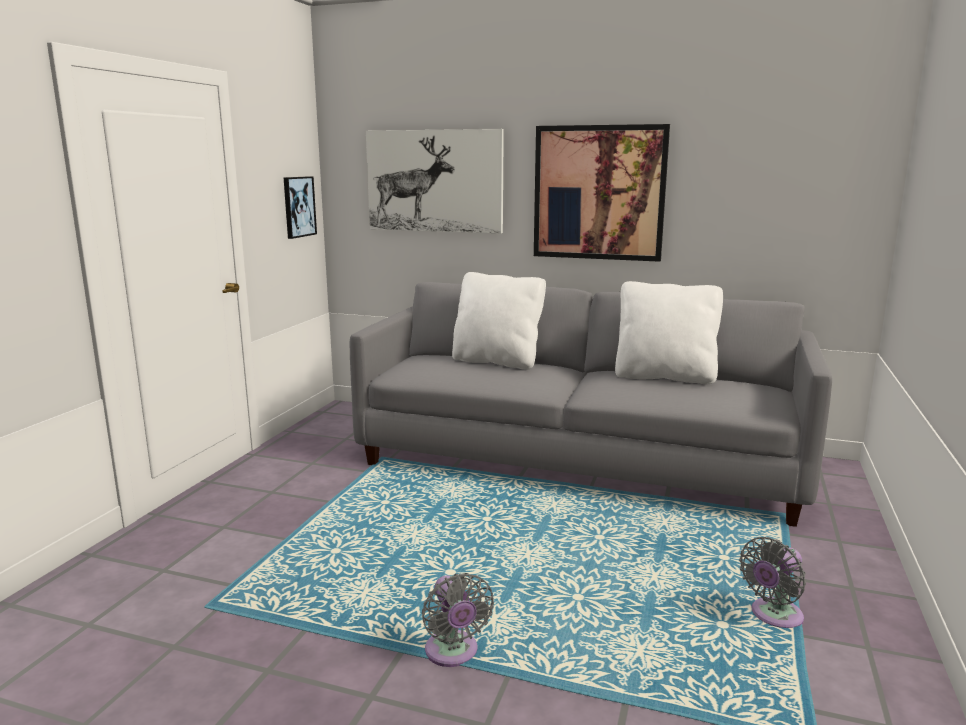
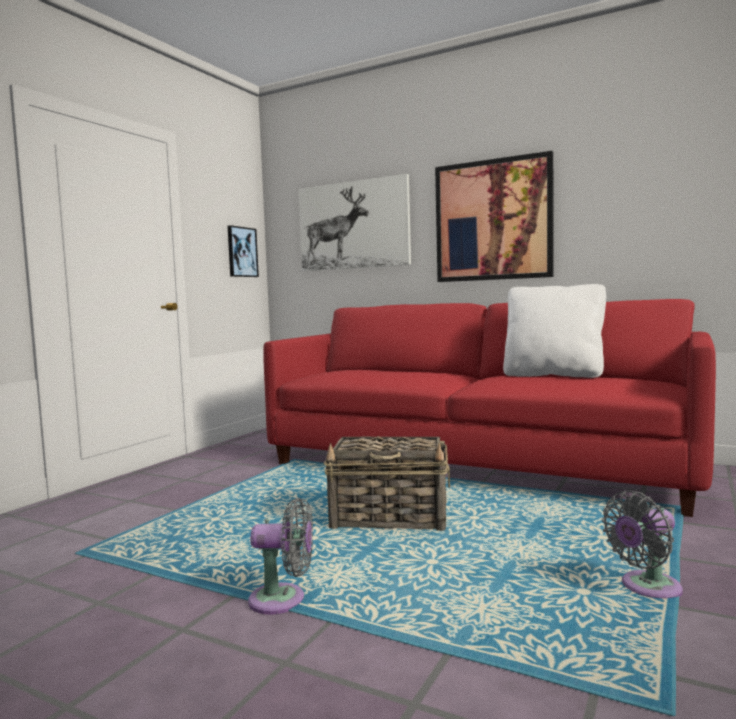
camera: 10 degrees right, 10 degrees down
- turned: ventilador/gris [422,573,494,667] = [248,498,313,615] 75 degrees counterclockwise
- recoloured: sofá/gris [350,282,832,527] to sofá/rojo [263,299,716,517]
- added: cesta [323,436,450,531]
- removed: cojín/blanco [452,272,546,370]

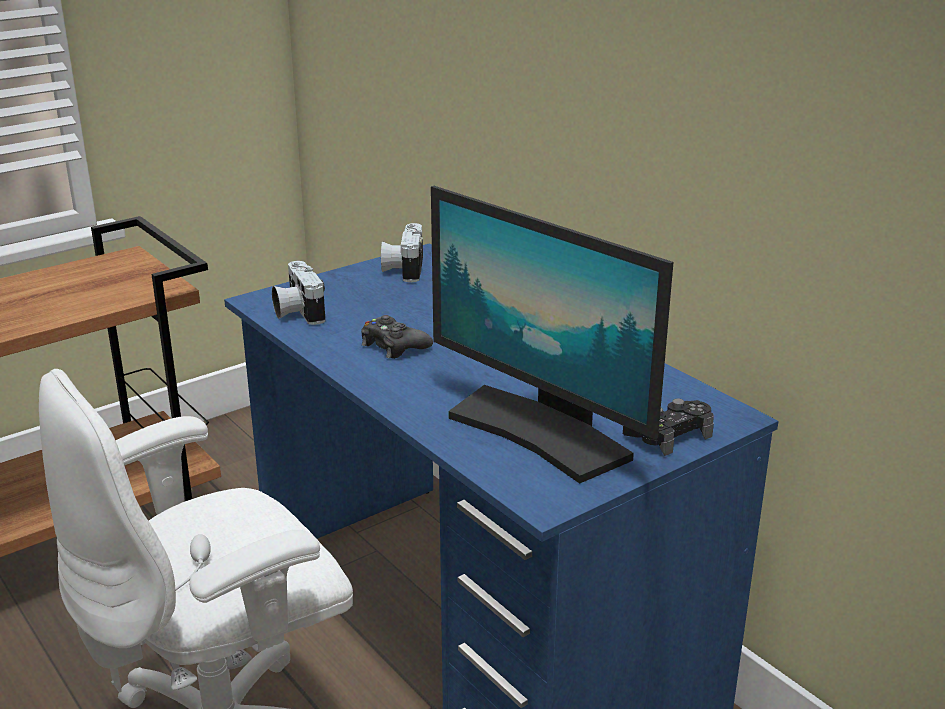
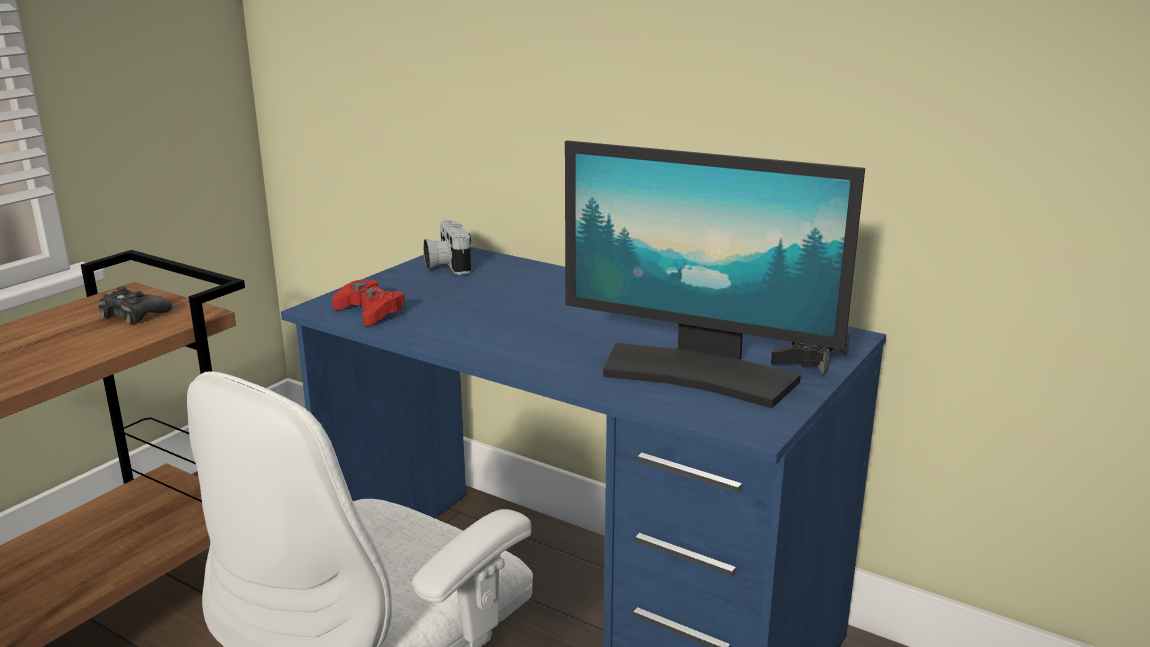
camera: 20 degrees left, 5 degrees down
- moved: mando de consola/negro [361,315,433,359] to [98,287,173,324]
- replaced: cámara [272,261,326,325] to mando de consola/rojo [332,280,406,327]

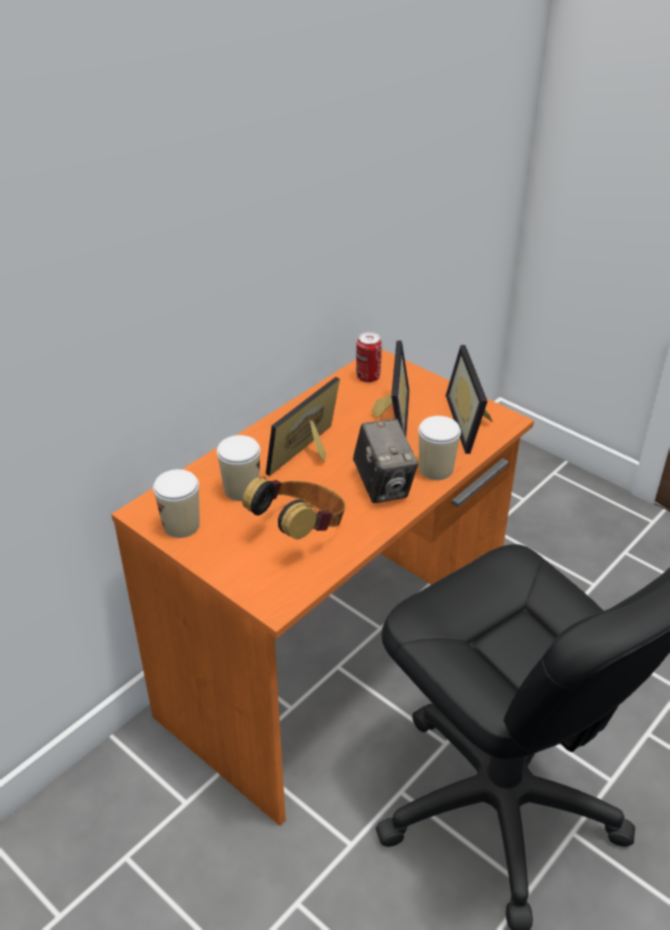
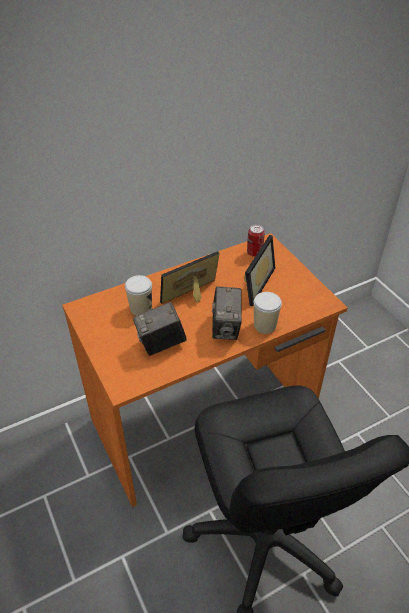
camera: 20 degrees right, 5 degrees up
- replaced: auriculares [242,477,346,539] to cámara [133,302,187,356]
- removed: taza [153,469,200,538]
- removed: portarretratos [446,345,493,454]

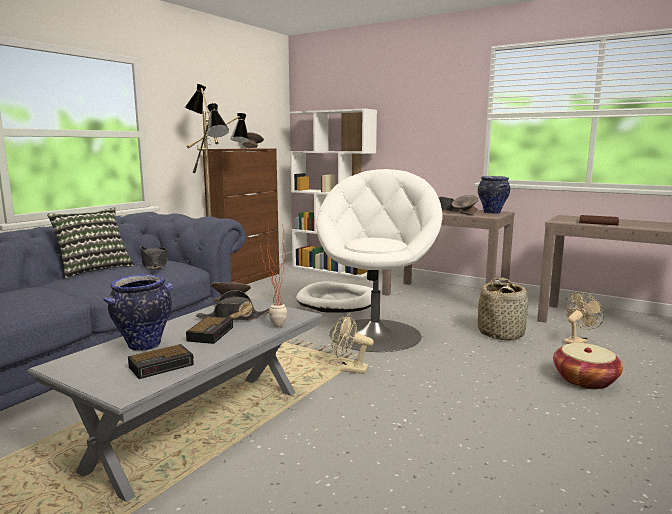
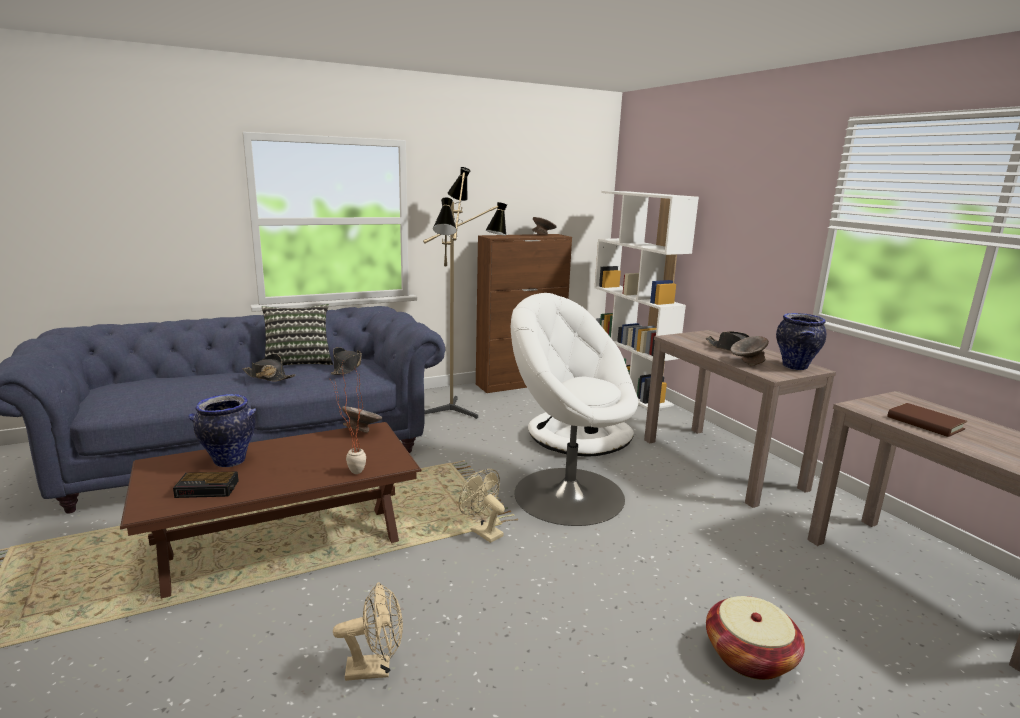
camera: 30 degrees right, 5 degrees up
- recoloured: mesa de centro/gris [27,299,323,502] to mesa de centro/marrón [120,422,421,599]
- moved: sombrero/negro [196,290,270,321] to [243,354,295,382]
- moved: ventilador/beis [564,292,604,344] to [333,582,403,681]
- turned: sillón/blanco [316,169,443,352] = [511,293,638,526] 105 degrees counterclockwise
- removed: despertador [186,316,233,344]
- removed: cesta [478,277,528,341]

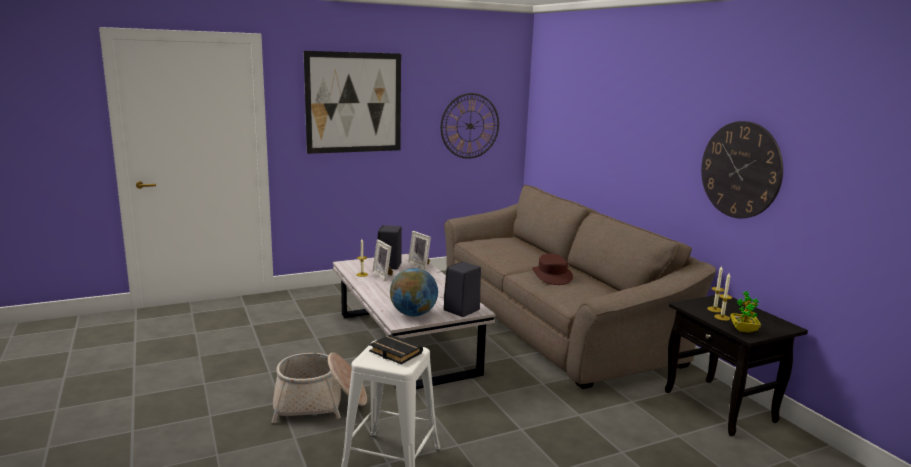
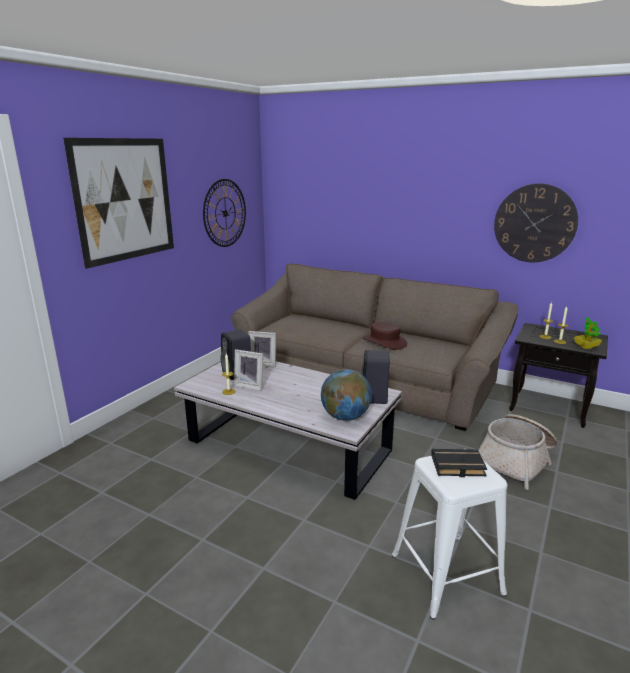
camera: 35 degrees left, 5 degrees up
- moved: cesta [272,353,367,423] to [478,414,557,490]

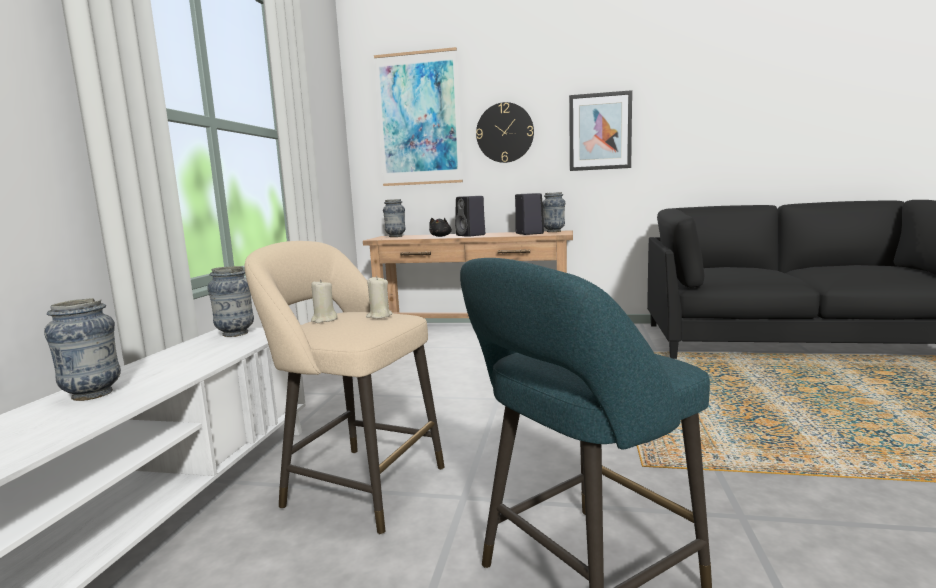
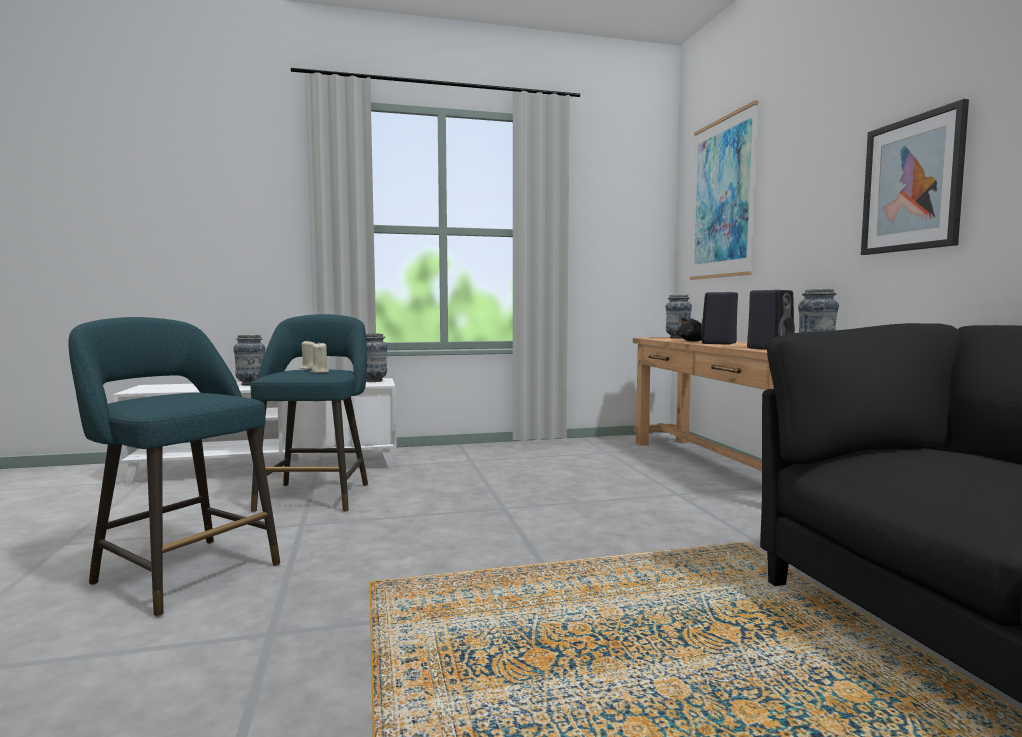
camera: 65 degrees right, 5 degrees down
- recoloured: taburete/beis [244,241,445,535] to taburete/turquesa [251,314,368,513]
- removed: reloj de pared [476,102,534,163]

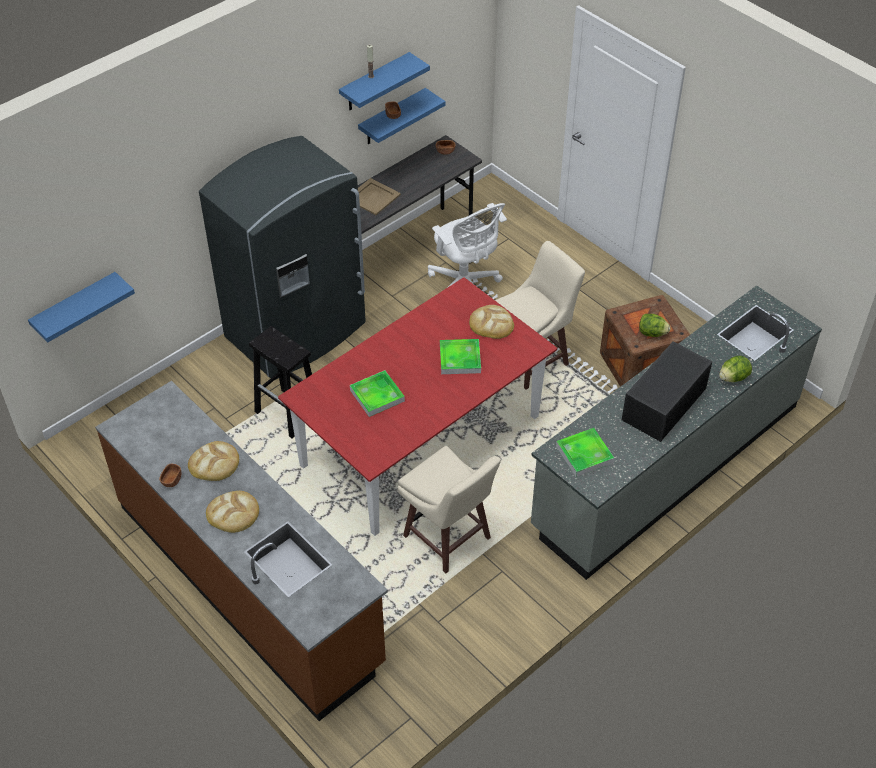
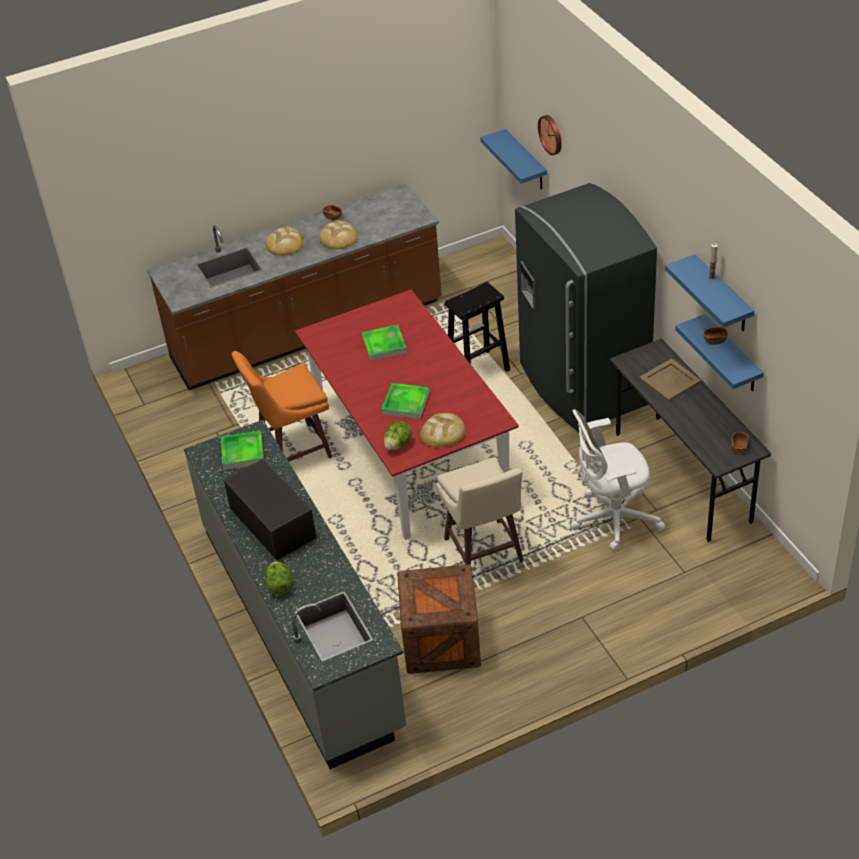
camera: 110 degrees right, 5 degrees down
- recoloured: taburete/beis [397,446,501,573] to taburete/naranja [232,351,332,461]
- moved: lechuga [639,314,670,337] to [384,421,412,450]
- added: reloj de pared [538,115,562,156]

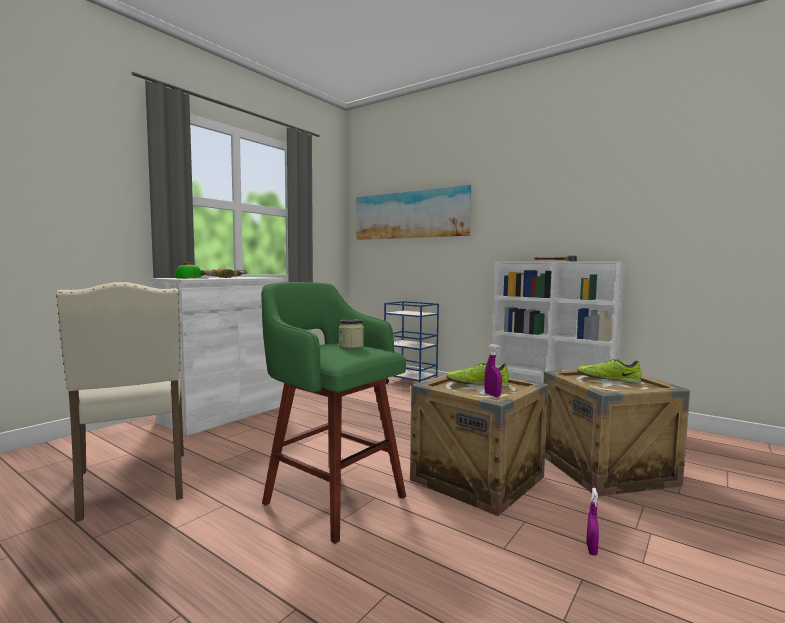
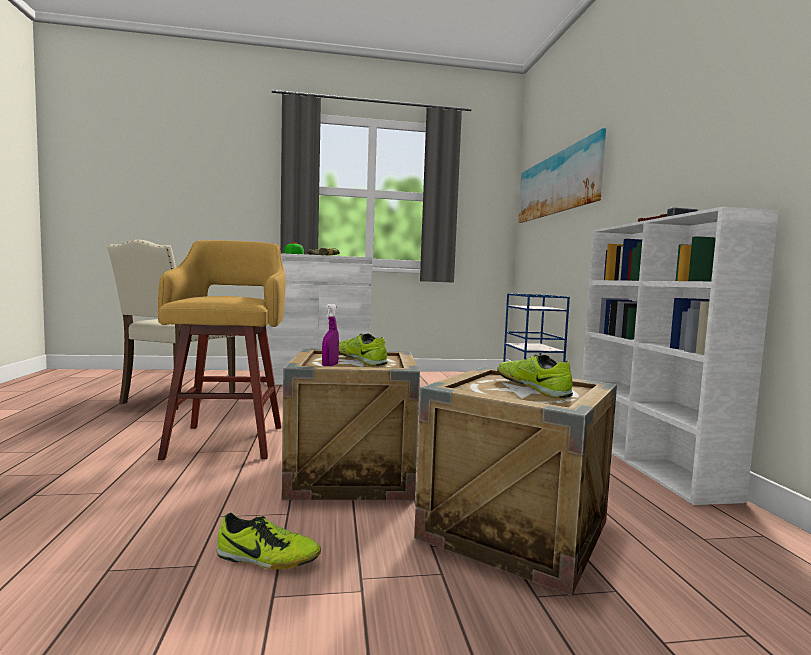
camera: 45 degrees right, 0 degrees up
- recoloured: taburete/verde [261,282,406,544] to taburete/amarillo [158,240,286,460]
- replaced: pulverizador/morado [586,488,599,556] to zapato [217,513,321,569]
- removed: tarro [339,319,364,348]

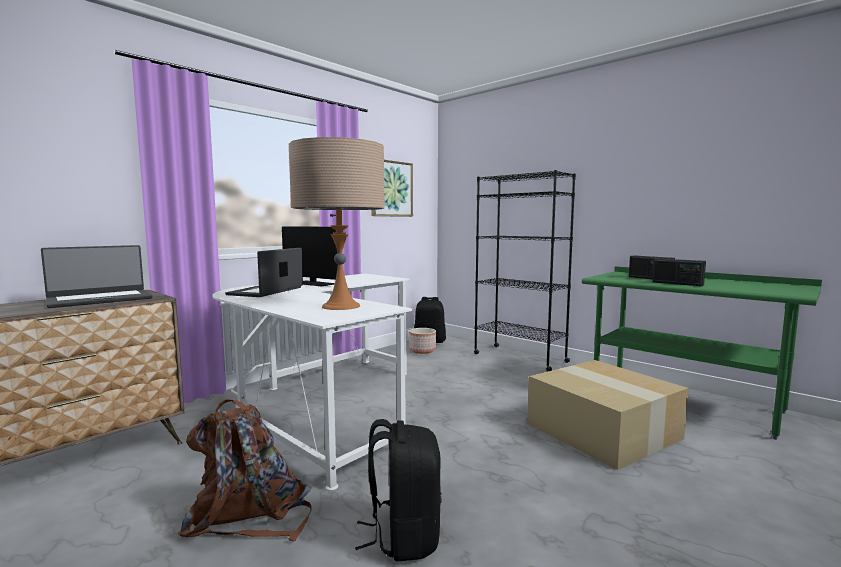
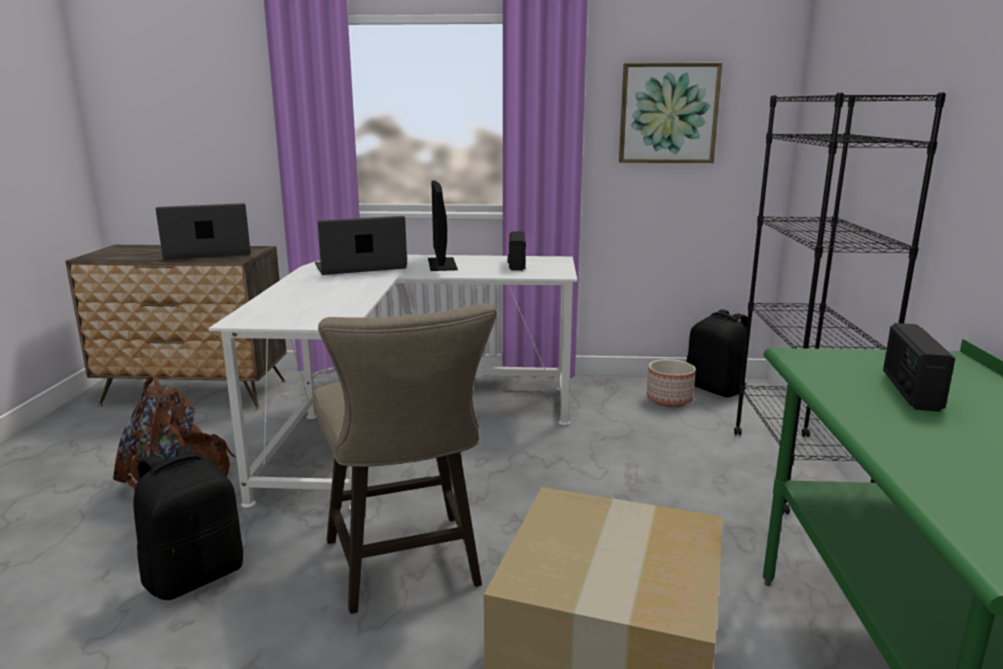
camera: 50 degrees right, 10 degrees up
- turned: portátil [41,245,152,308] = [156,203,251,260] 150 degrees clockwise
- added: taburete/beis [313,303,497,614]
- moved: radio [652,259,706,286] to [507,231,526,271]
- removed: lámpara de mesa/beis [289,137,384,310]

